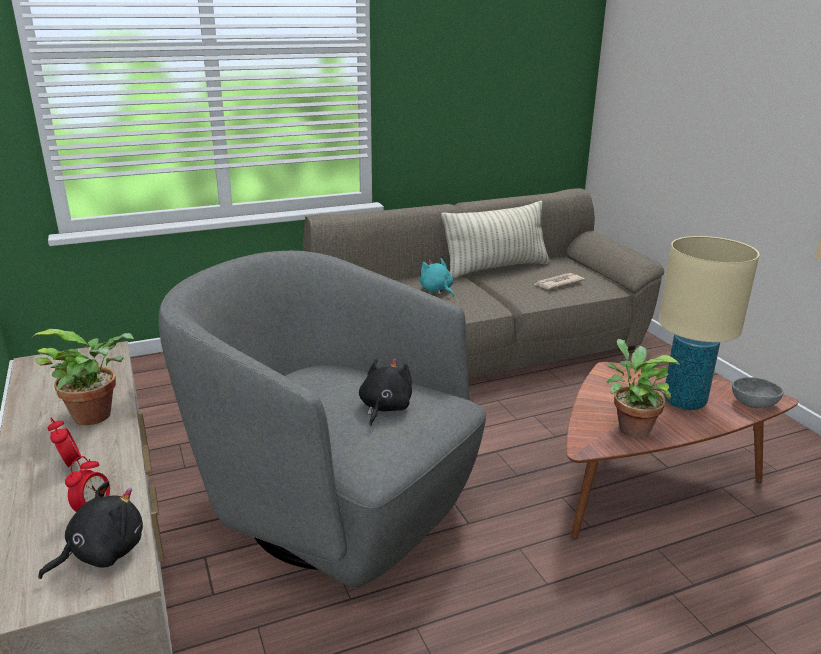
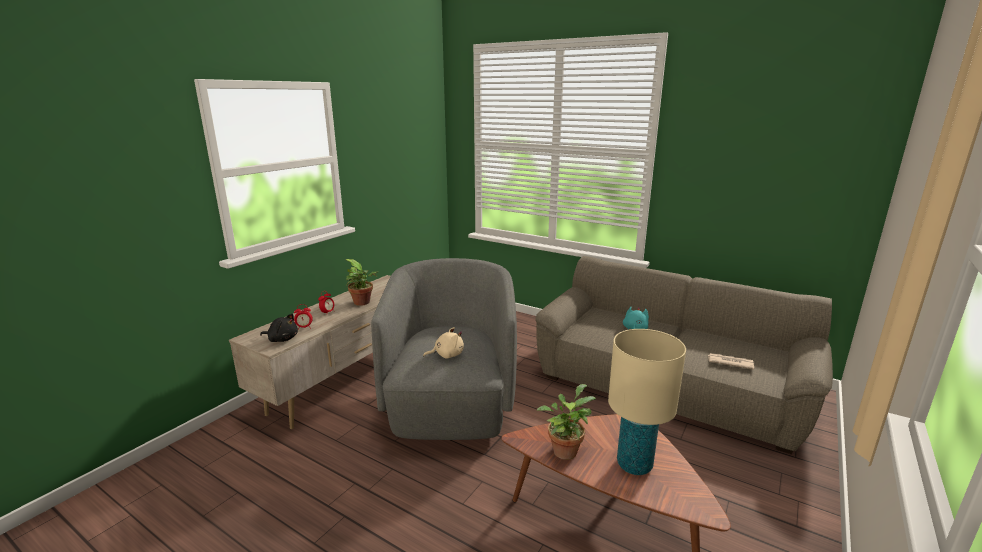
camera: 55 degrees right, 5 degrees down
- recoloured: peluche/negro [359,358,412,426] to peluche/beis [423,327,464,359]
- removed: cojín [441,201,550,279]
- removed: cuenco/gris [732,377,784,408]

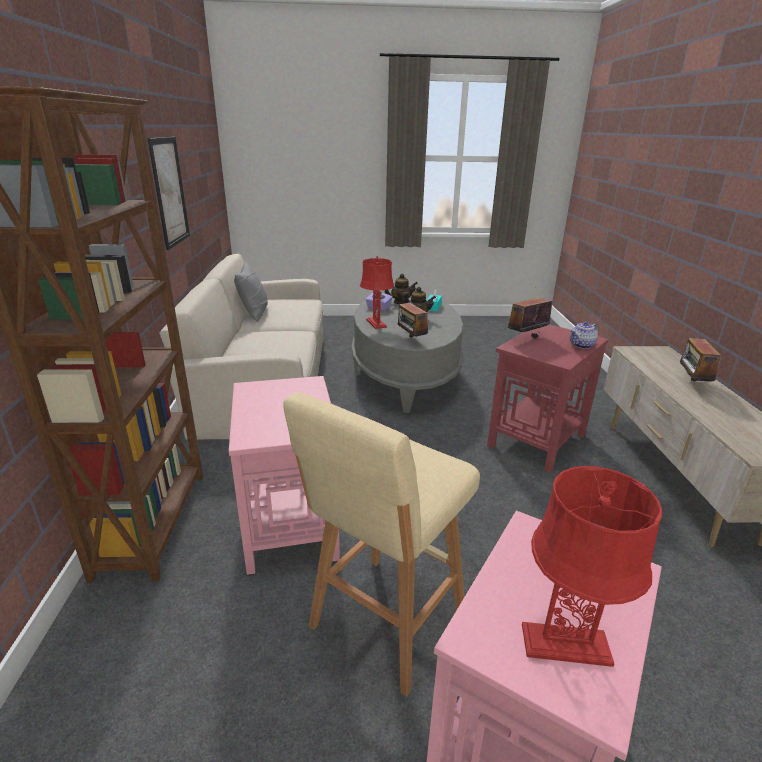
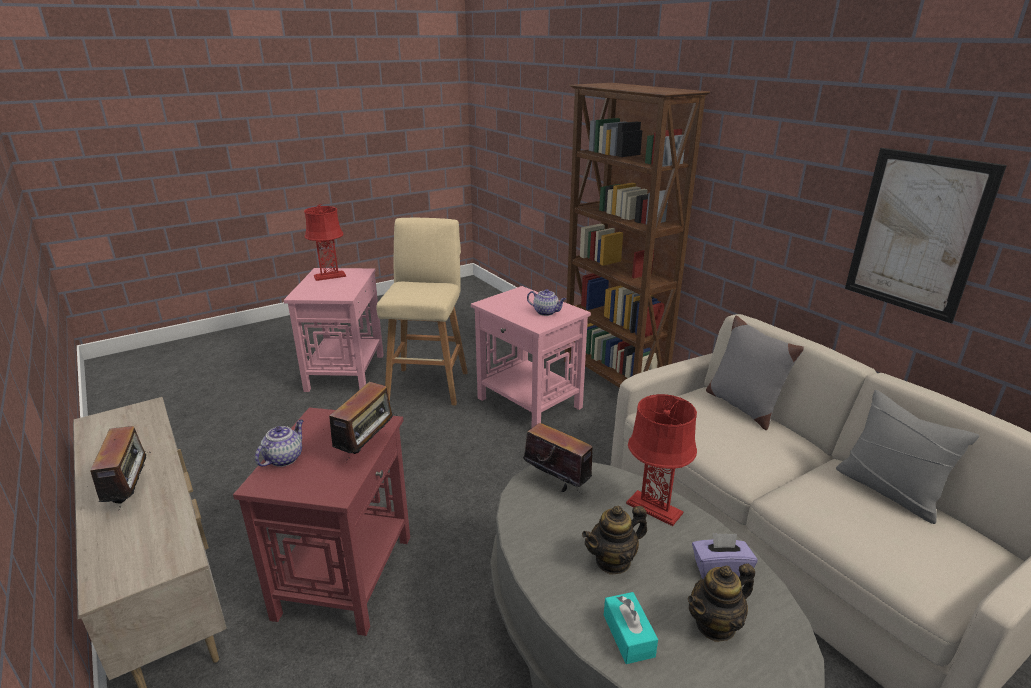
camera: 150 degrees right, 0 degrees up
- added: tetera [527,289,566,316]
- added: cojín/gris [706,316,804,430]

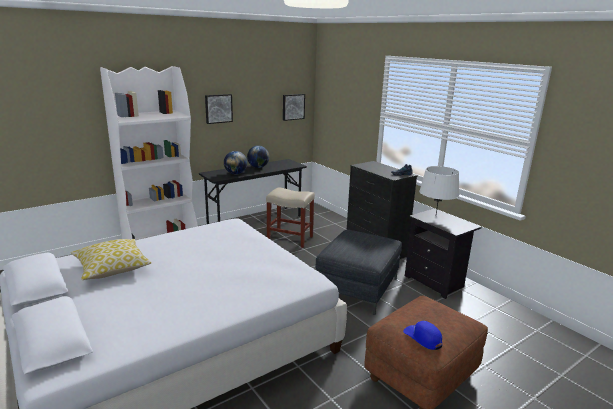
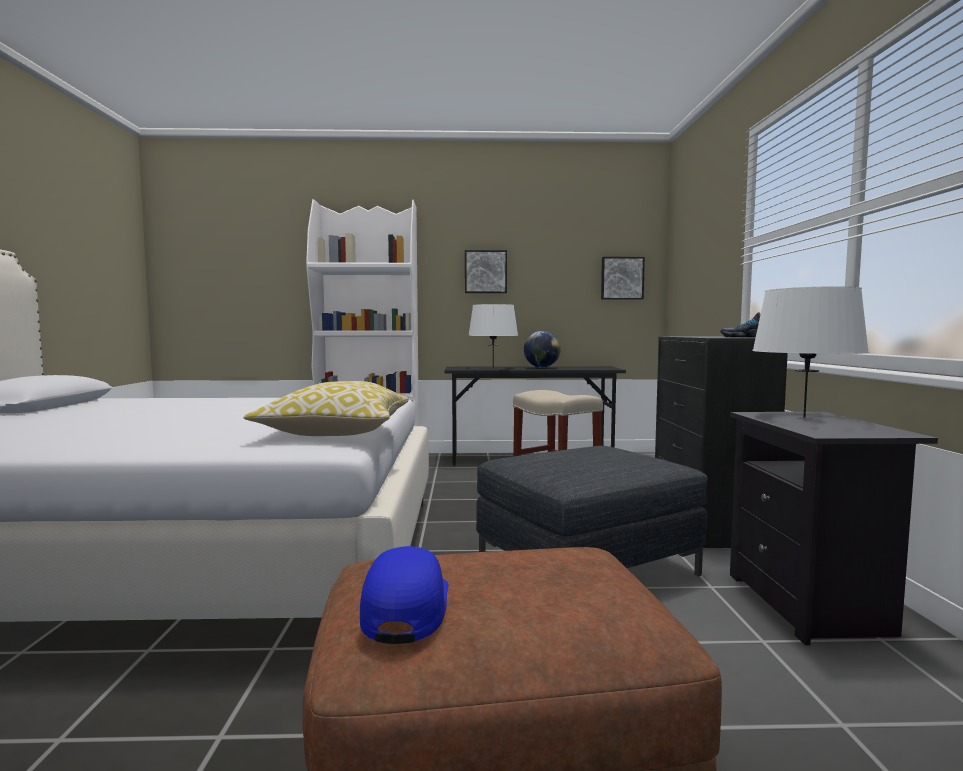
camera: 35 degrees right, 15 degrees down
- moved: cojín [71,239,152,280] to [244,381,409,436]
- replaced: globo terráqueo [224,151,247,174] to lámpara de mesa/blanco [468,304,518,369]

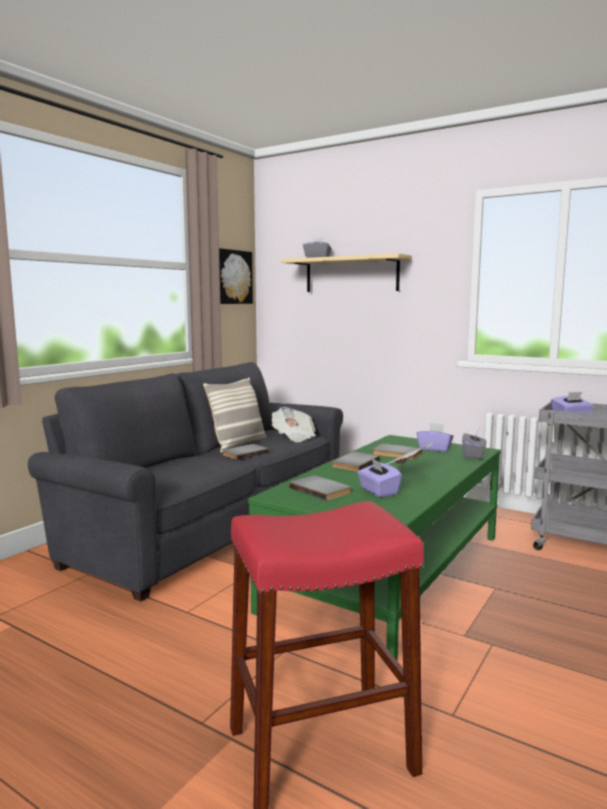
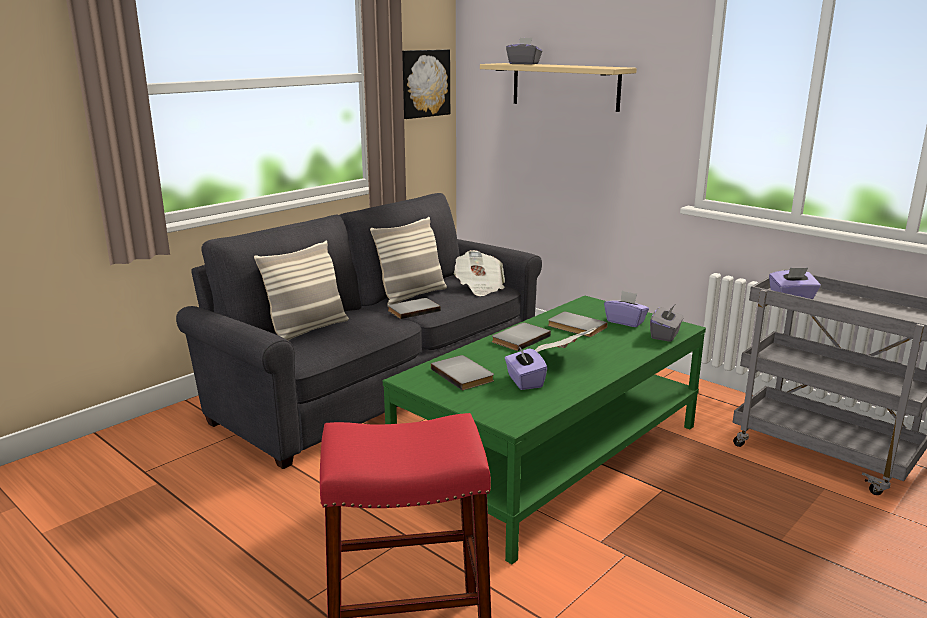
camera: 10 degrees right, 10 degrees up
- added: cojín [254,240,349,340]

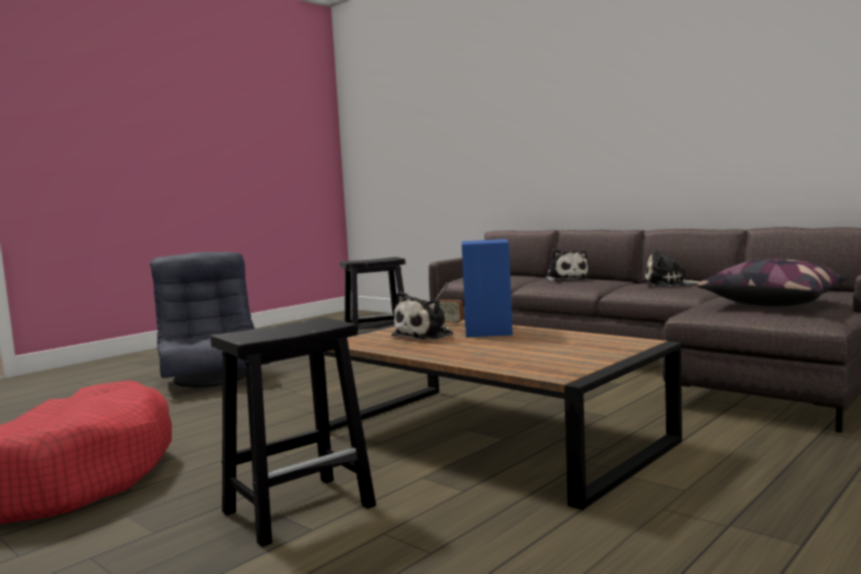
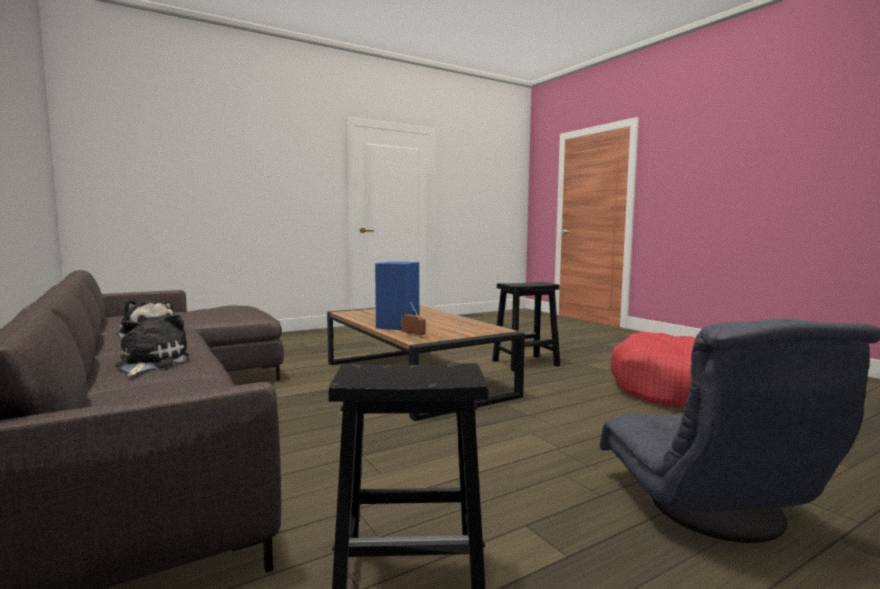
camera: 165 degrees left, 0 degrees up
- removed: peluche [391,291,453,340]
- removed: cojín [697,258,848,306]

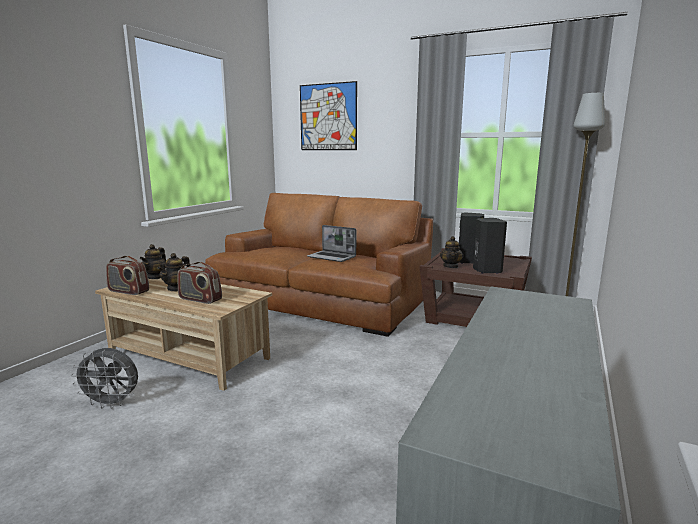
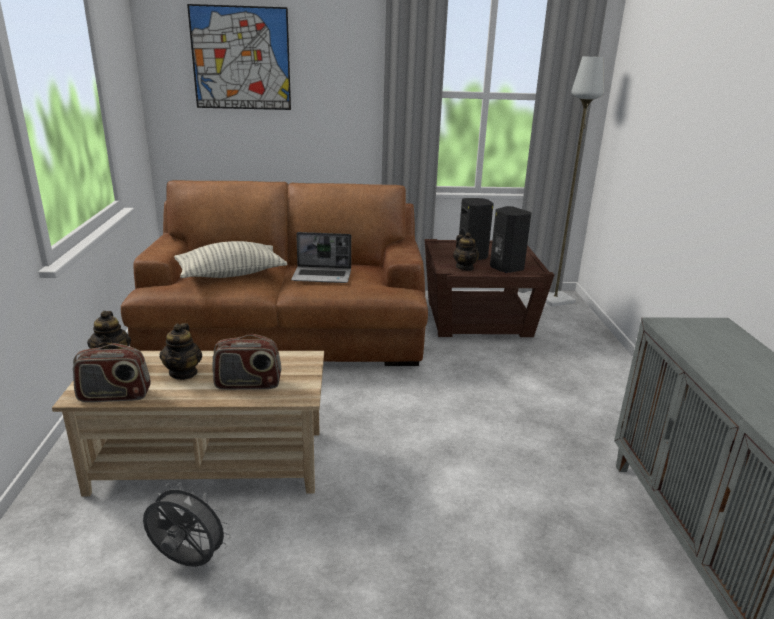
camera: 30 degrees left, 10 degrees up
- turned: ventilador/gris [71,348,138,409] = [143,483,231,567] 135 degrees counterclockwise
- added: cojín [174,241,287,278]

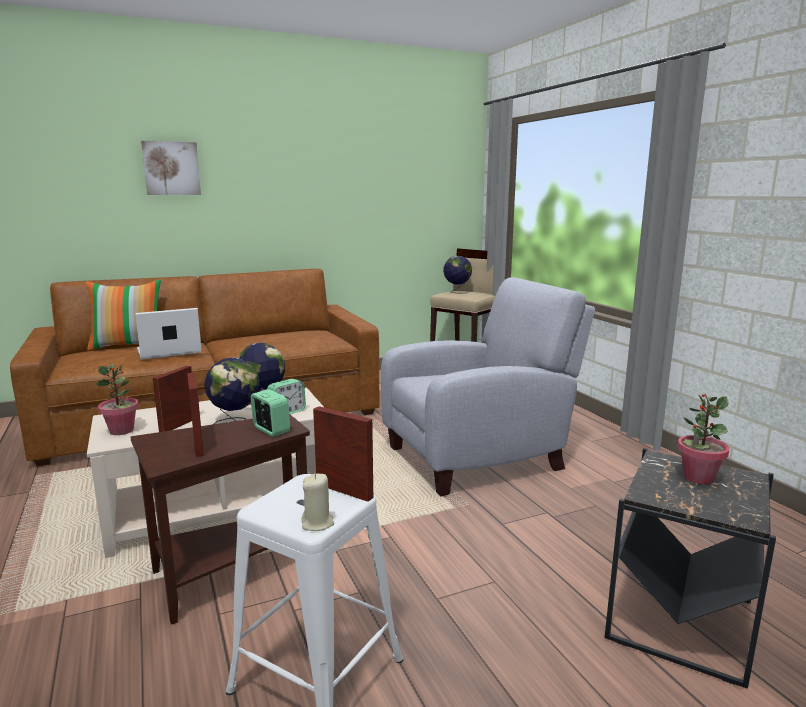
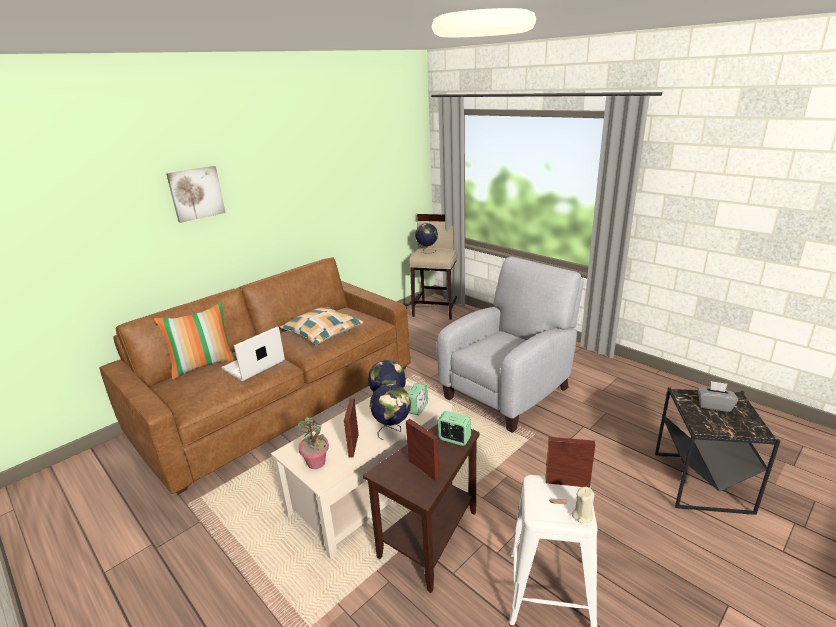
camera: 20 degrees left, 10 degrees up
- added: cojín [280,307,364,345]
- replaced: planta en maceta [677,393,730,484] to caja de pañuelos/gris [698,381,738,412]

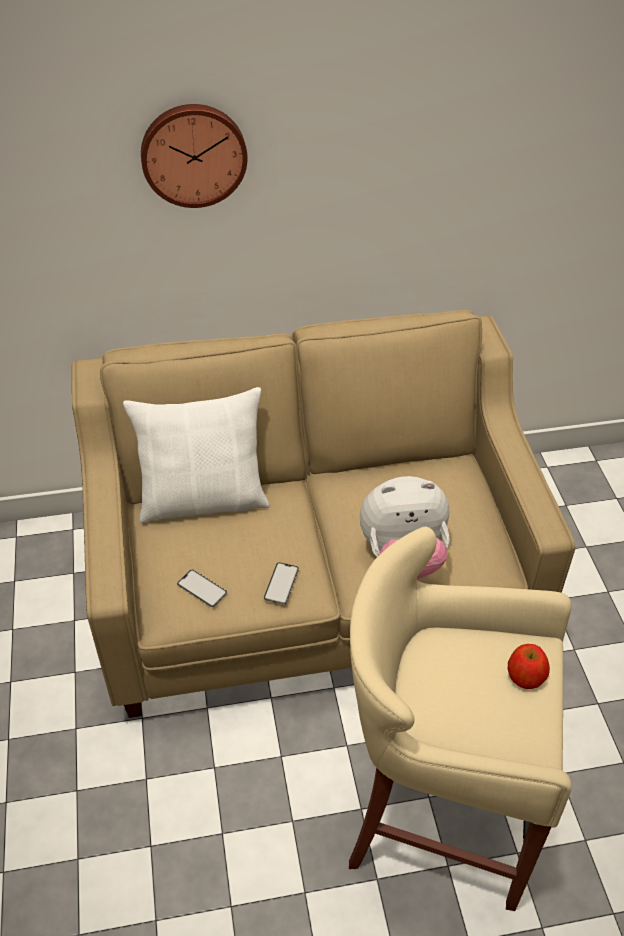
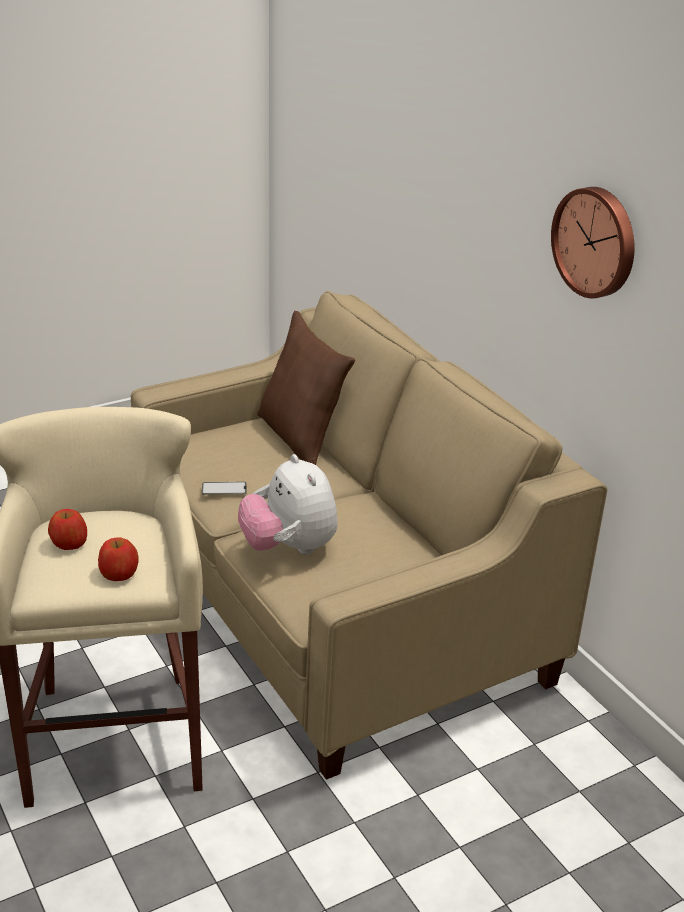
camera: 70 degrees right, 15 degrees down
- added: manzana [48,509,87,550]
- recoloured: cojín/blanco [123,387,269,523] to cojín/marrón [258,311,355,465]
- moved: reloj de pared [141,104,248,208] to [551,187,635,298]
- removed: móvil [177,569,227,607]

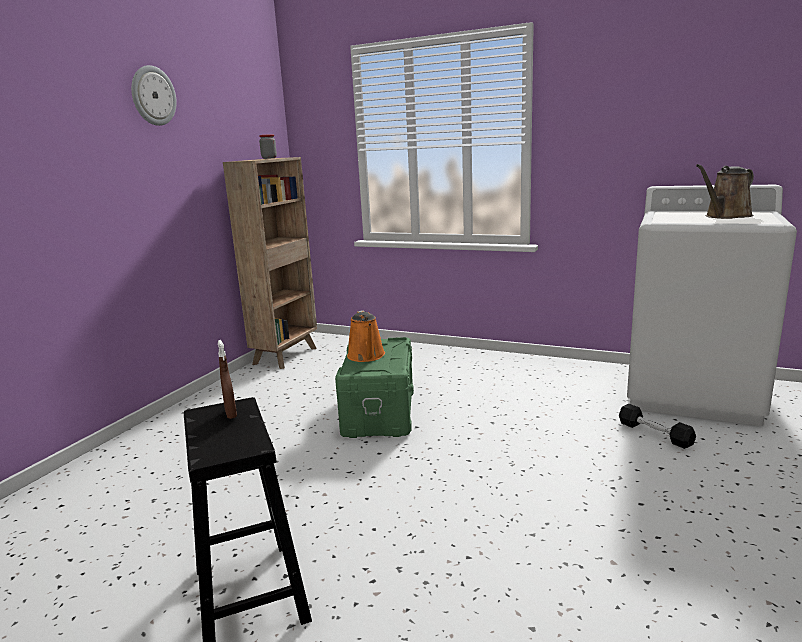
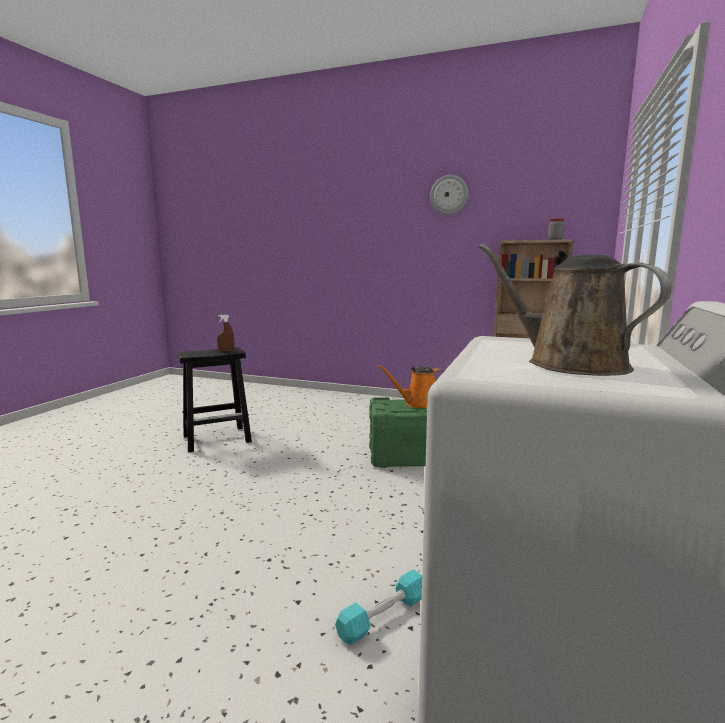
camera: 85 degrees right, 5 degrees down
- recoloured: mancuerna/negro [619,404,696,449] to mancuerna/turquesa [335,569,422,645]

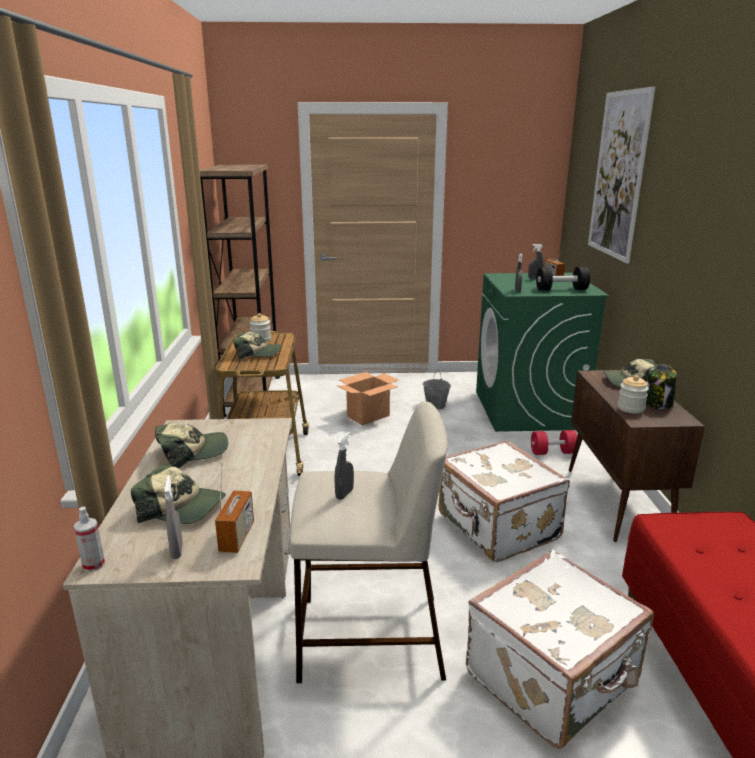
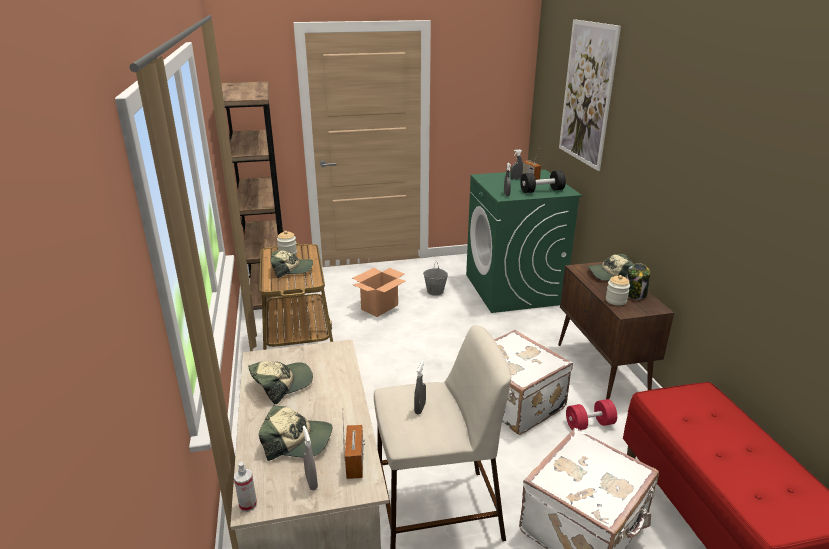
camera: 10 degrees left, 5 degrees up
- moved: mancuerna/rojo [531,430,577,455] to [566,399,617,430]

